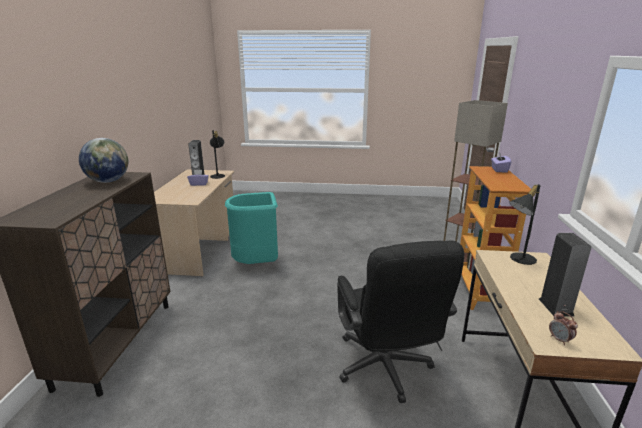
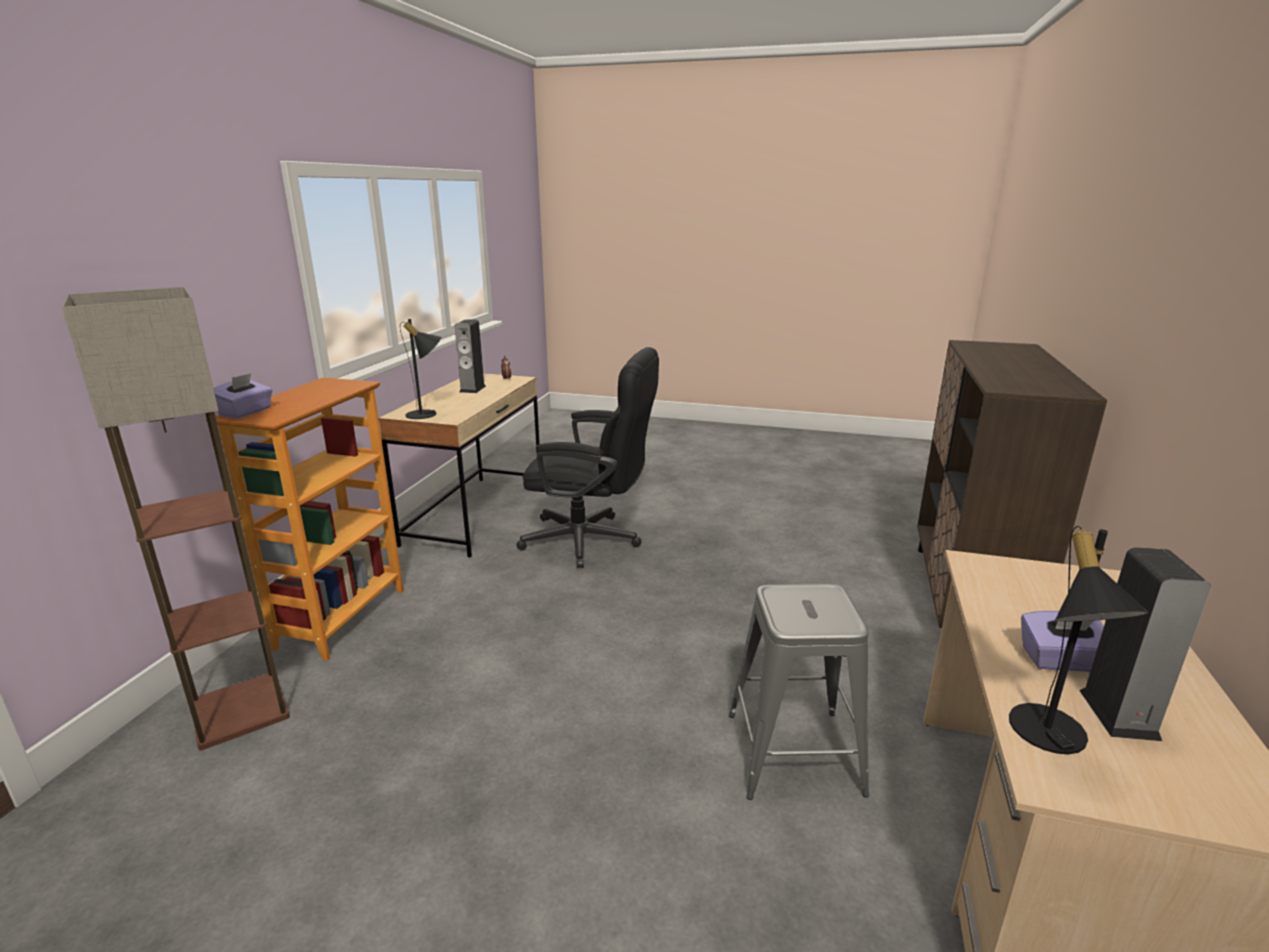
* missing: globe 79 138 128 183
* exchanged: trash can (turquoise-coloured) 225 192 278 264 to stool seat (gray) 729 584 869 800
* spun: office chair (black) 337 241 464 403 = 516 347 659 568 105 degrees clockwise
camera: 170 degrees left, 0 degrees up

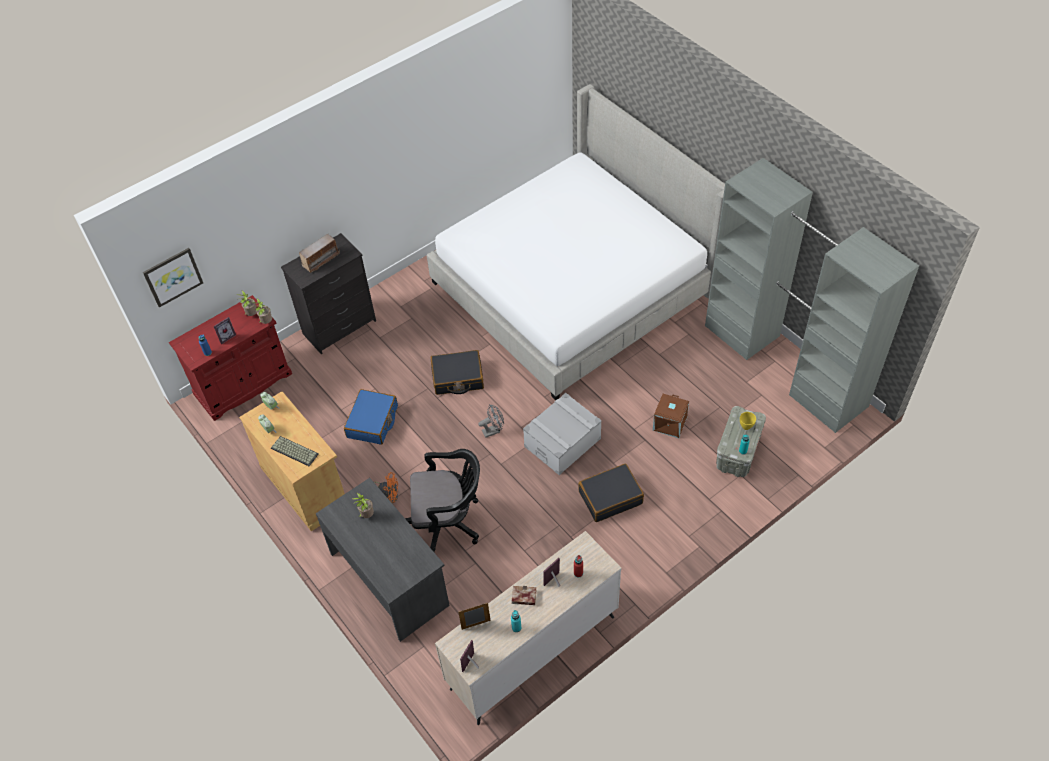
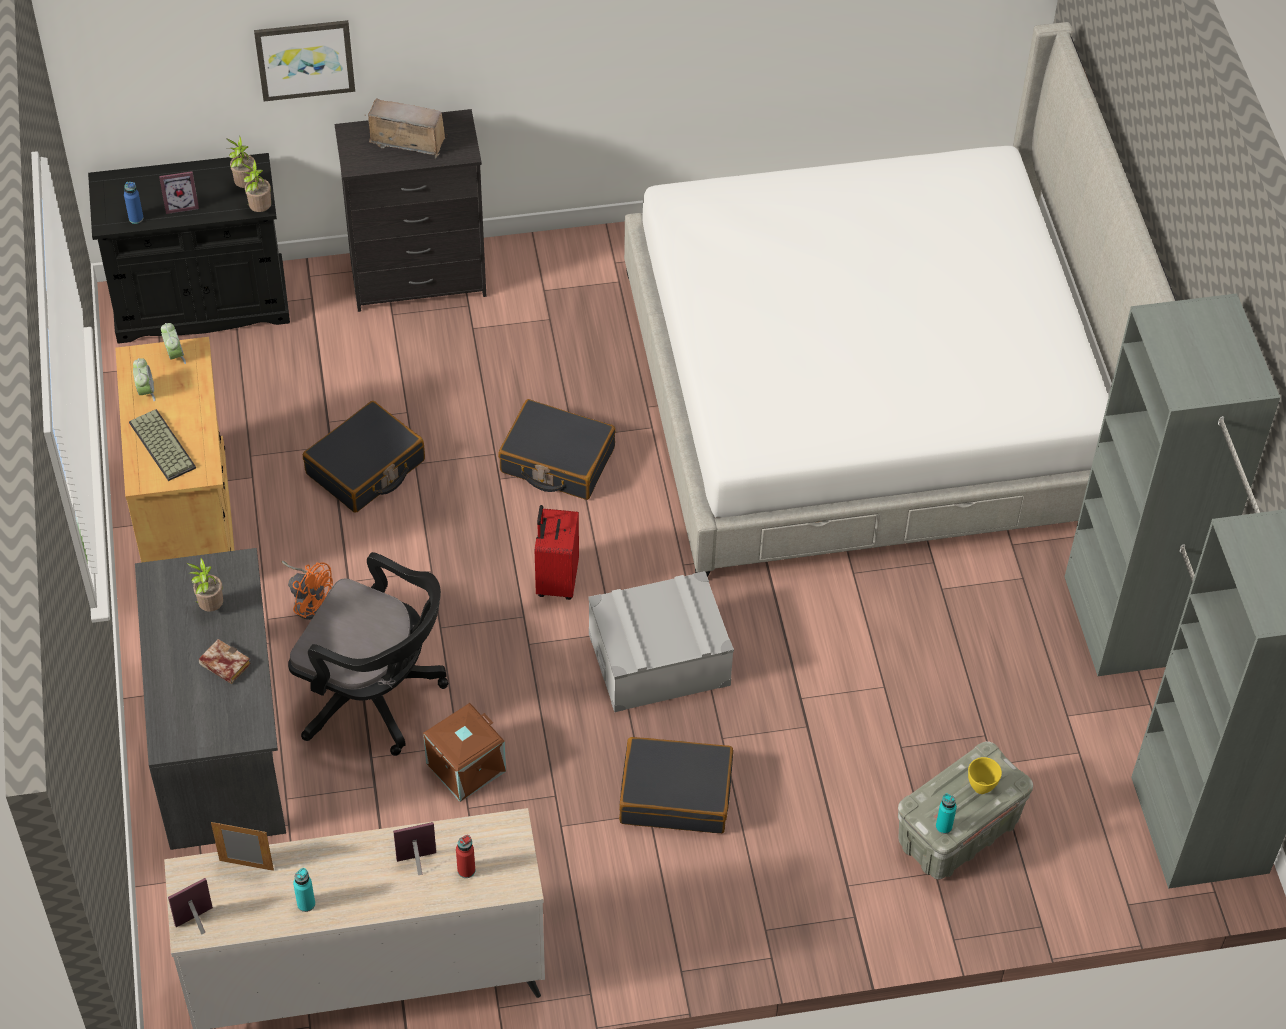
* spun: radio receiver 299 234 340 273 = 364 98 448 159 150 degrees counterclockwise
* relocated: picture 143 248 203 308 to 254 20 355 101
* colour: cupboard (reddish) 169 295 292 421 to cupboard (black) 88 153 290 344
* colour: piece of luggage (blue) 344 389 398 445 to piece of luggage (black) 303 401 425 513
* relocated: storage container (brown-coloured) 653 394 689 438 to 423 703 506 802
* exchanged: cooling fan (gray) 478 404 504 438 to piece of luggage (reddish) 535 505 579 600
* relocated: bound book 512 586 537 605 to 199 639 251 684
camera: 25 degrees right, 0 degrees up

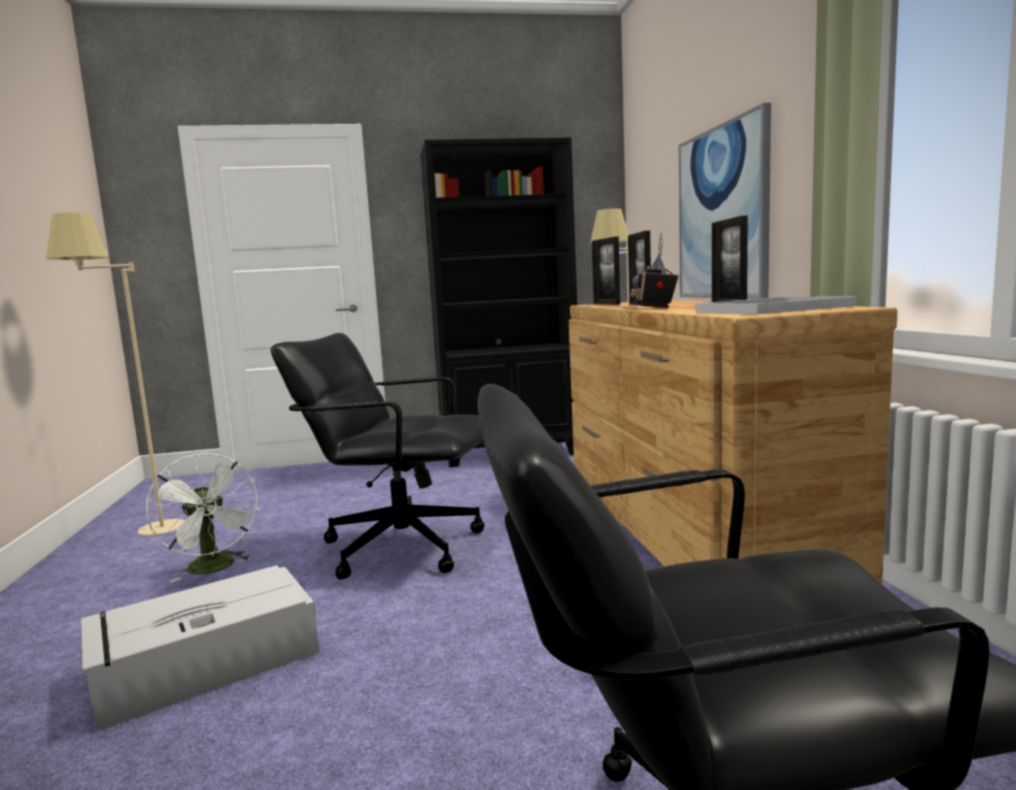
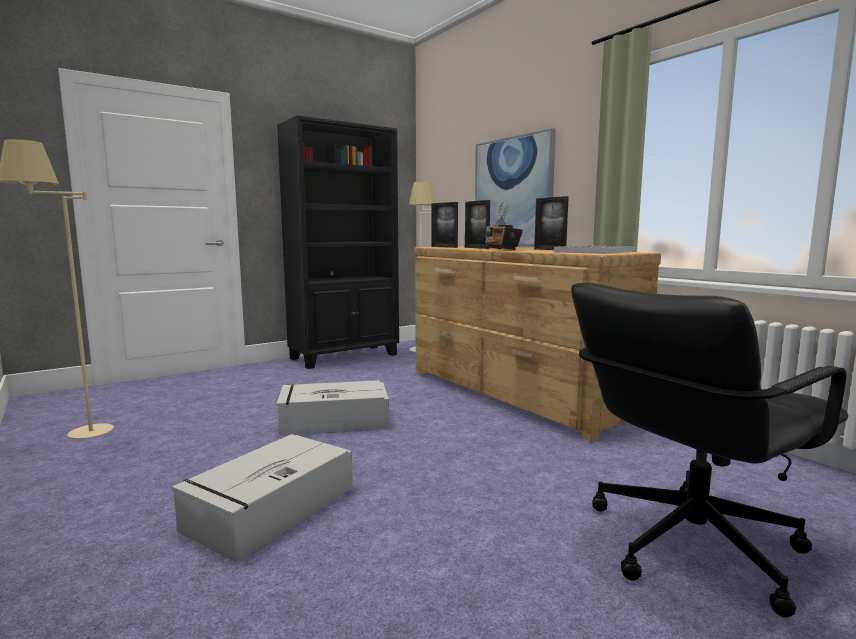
* exchanged: office chair (black) 271 333 485 580 to storage container (gray) 277 380 389 435
* missing: cooling fan (whitish) 146 453 259 582
camera: 25 degrees left, 0 degrees up

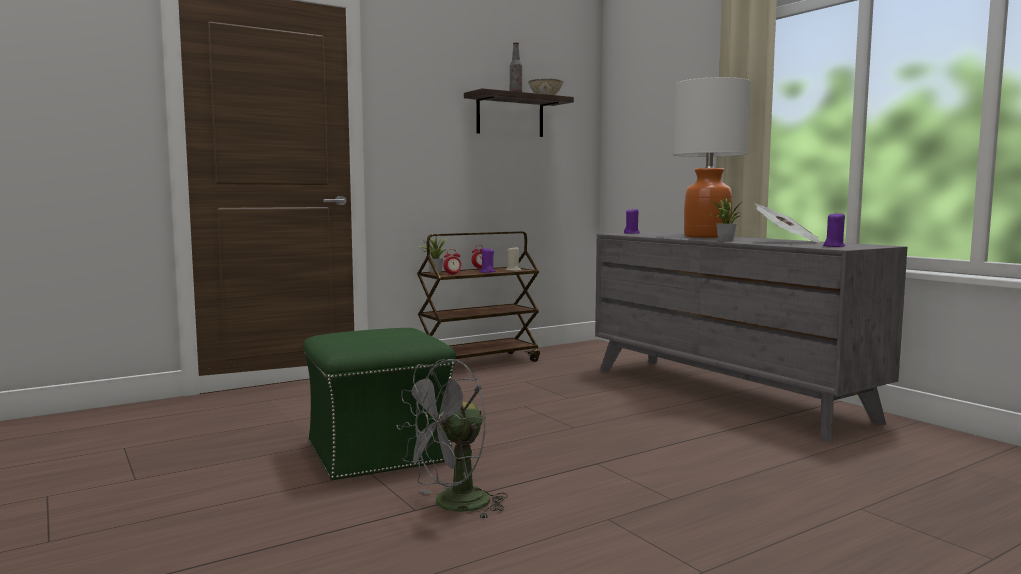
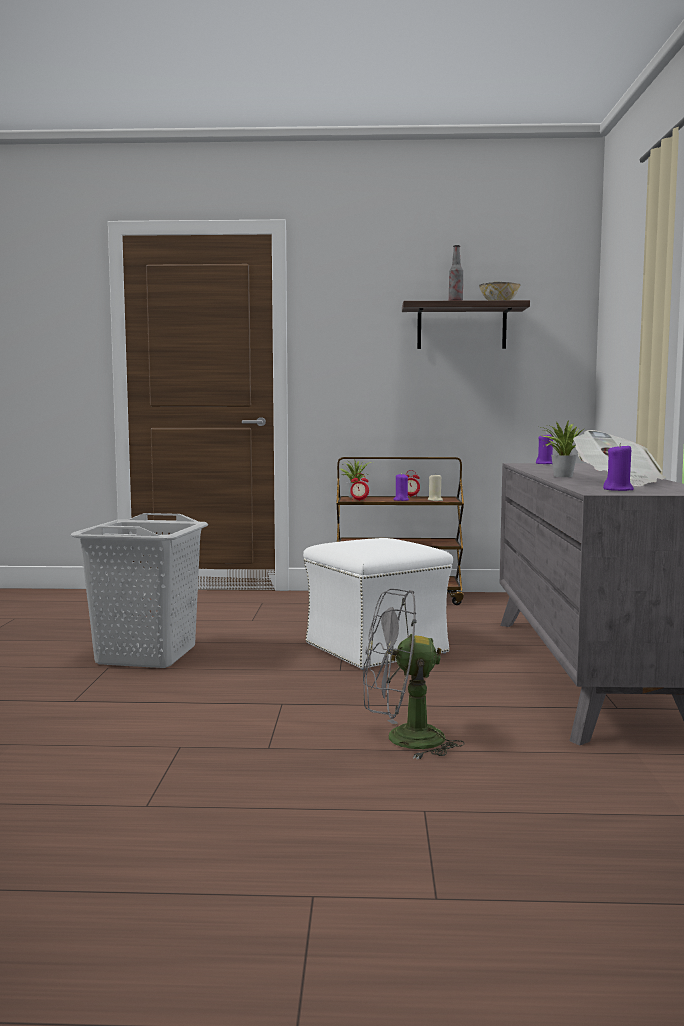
* missing: lamp for a table 673 77 751 238
* exchanged: pouffe (greenish) 303 328 456 481 to washing basket (gray) 71 513 208 668
* relocated: cooling fan (gray) 396 359 508 520 to 363 589 465 760
* appeared: pouffe (whitish) 303 538 453 670
camera: 35 degrees right, 0 degrees up

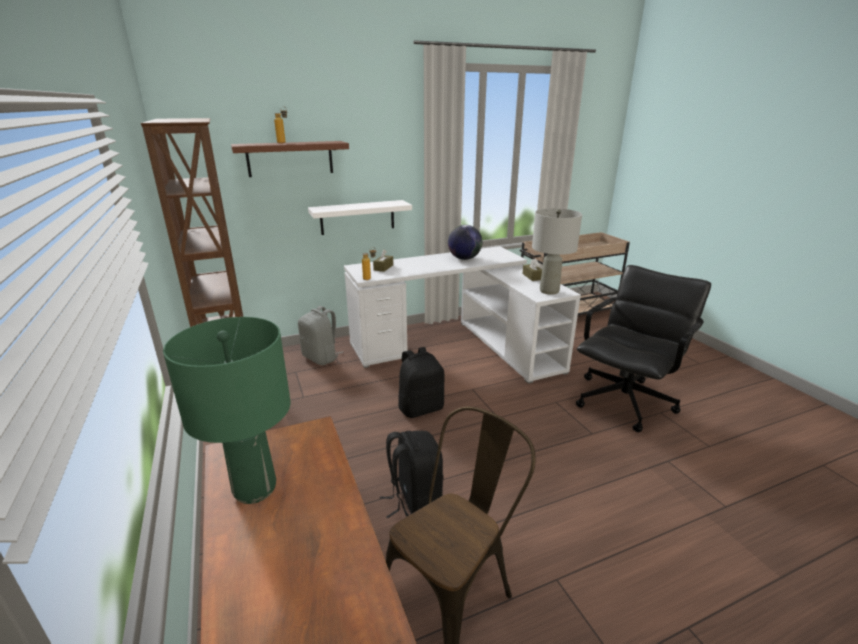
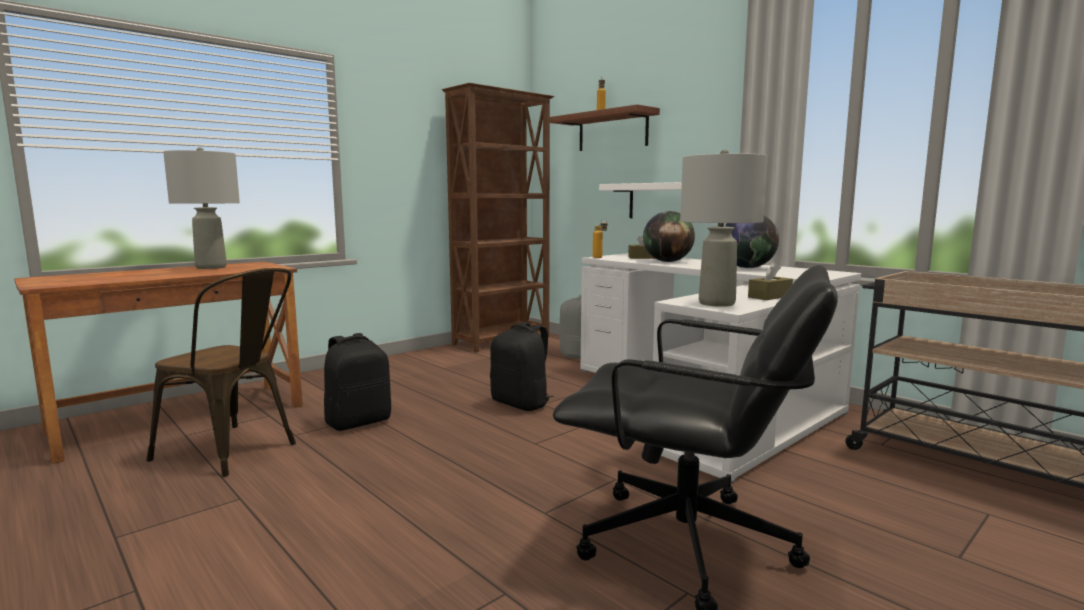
* colour: lamp for a table (greenish) 163 317 291 504 to lamp for a table (gray) 163 147 240 269
* appeared: globe 643 211 695 262
camera: 70 degrees right, 15 degrees down

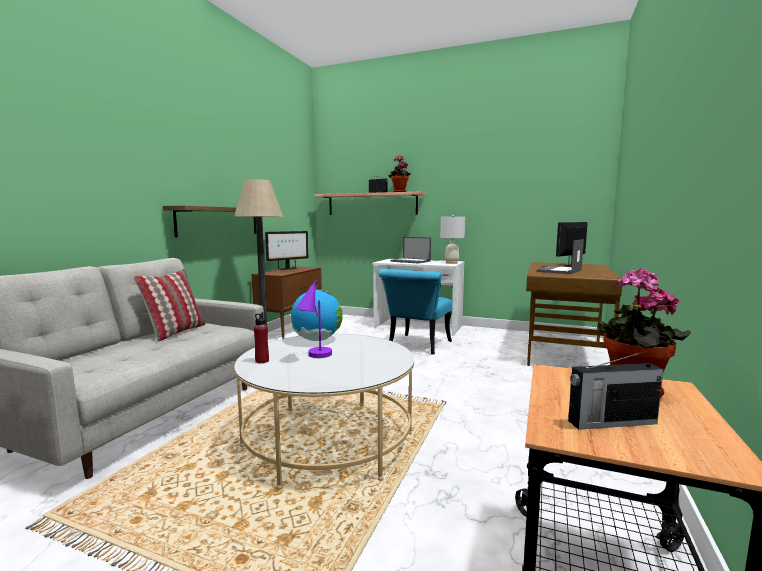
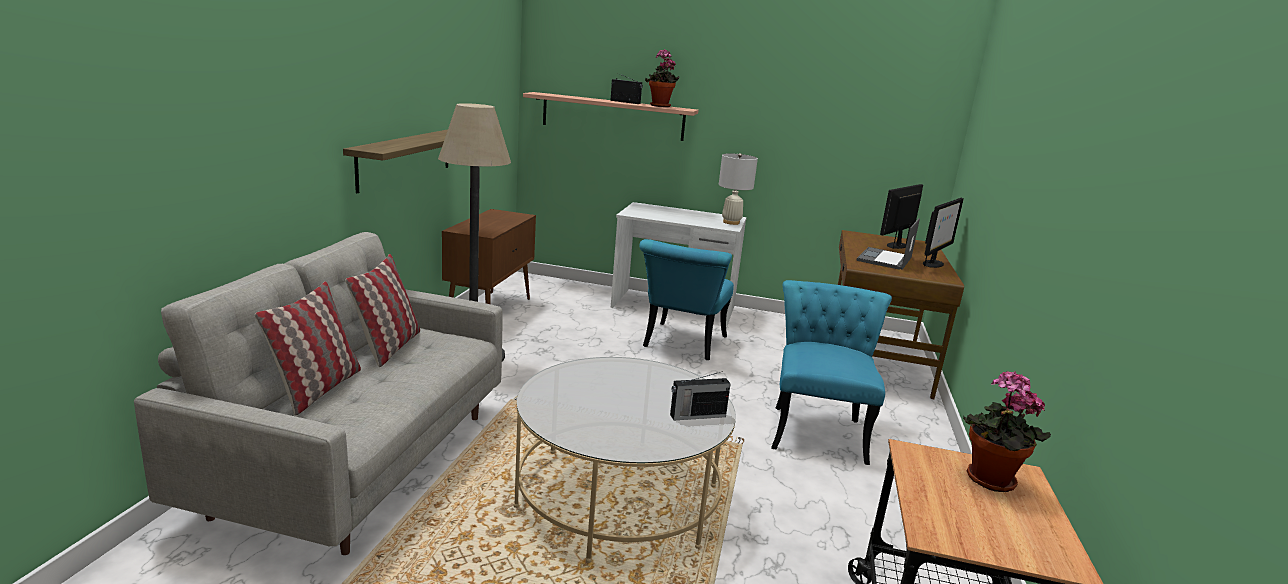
* relocated: monitor 265 231 309 270 to 923 198 964 268
* missing: notebook computer 390 237 431 264
* missing: lamp for a table (purple-coloured) 295 281 332 358
* missing: globe 291 290 343 341
* missing: drink bottle (reddish) 254 312 269 363
* relocated: radio receiver 568 351 663 430 to 670 371 731 420
* appeared: chair (turquoise-coloured) 771 280 892 465
* appeared: throw pillow 255 281 361 415
camera: 10 degrees left, 10 degrees up

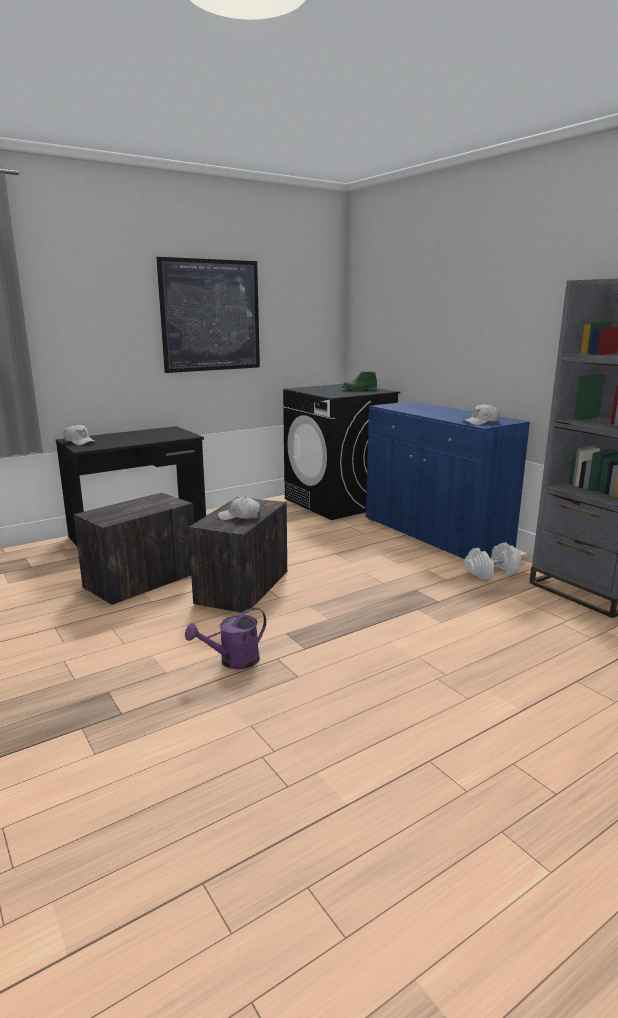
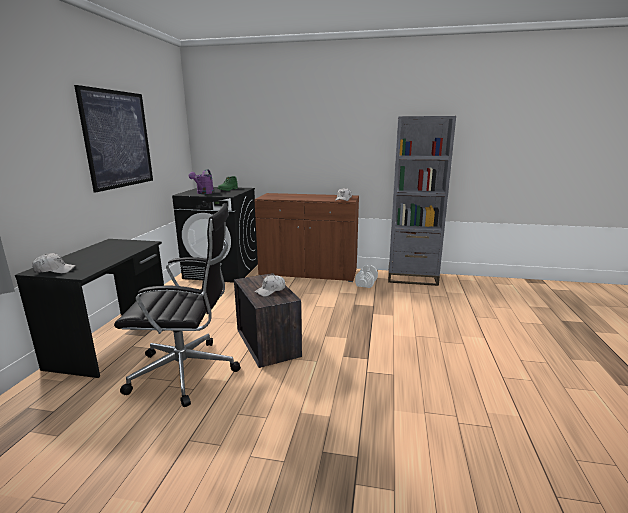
* colour: cupboard (blue) 366 401 530 559 to cupboard (brown-coloured) 254 193 359 282
* exchanged: crate 74 493 194 605 to office chair (black) 114 203 241 407
* relocated: sprinkling can (purple-coloured) 185 607 266 669 to 189 169 214 194
camera: 45 degrees left, 0 degrees up

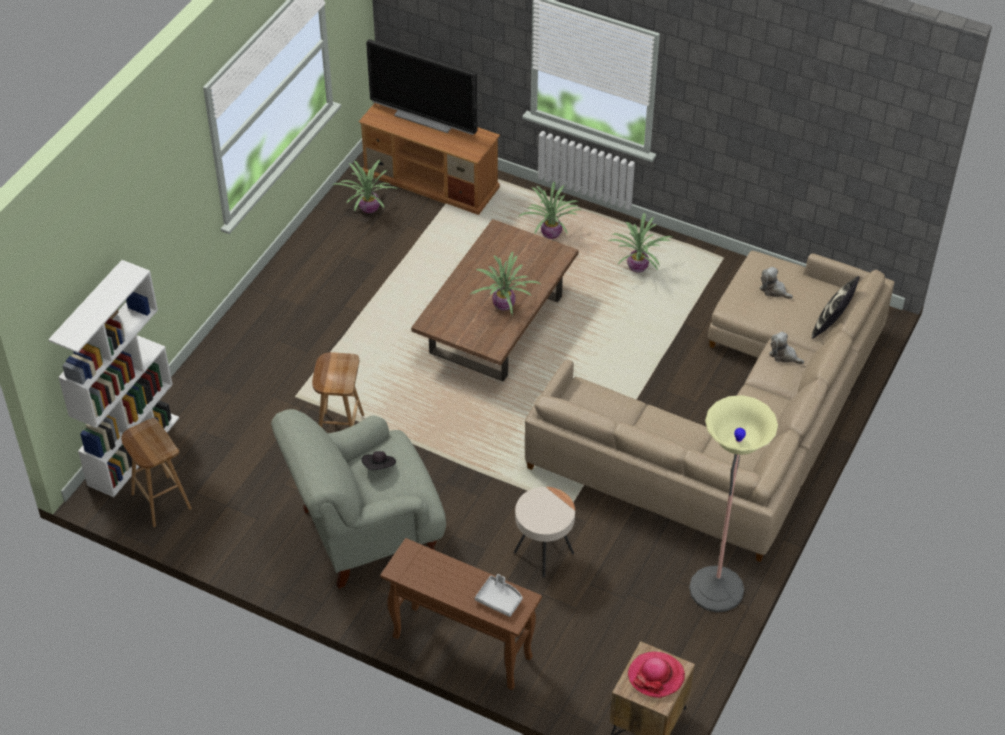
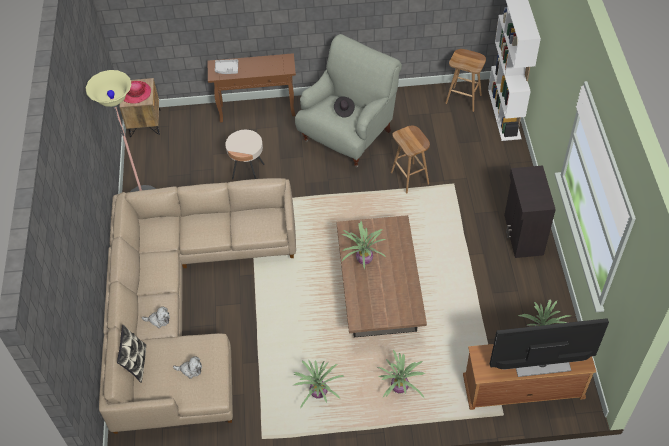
* appeared: cupboard (black) 504 165 556 258
camera: 150 degrees right, 5 degrees up

